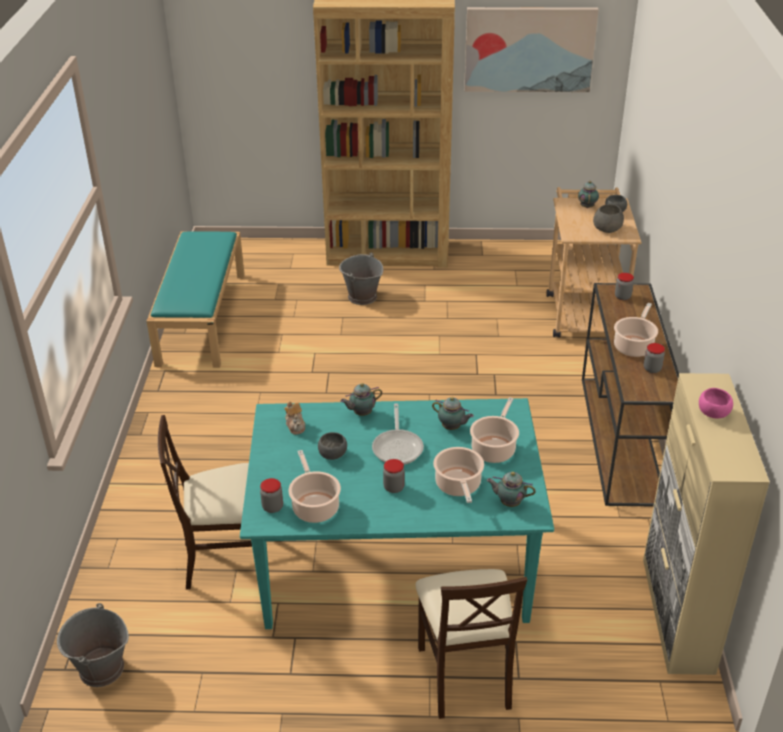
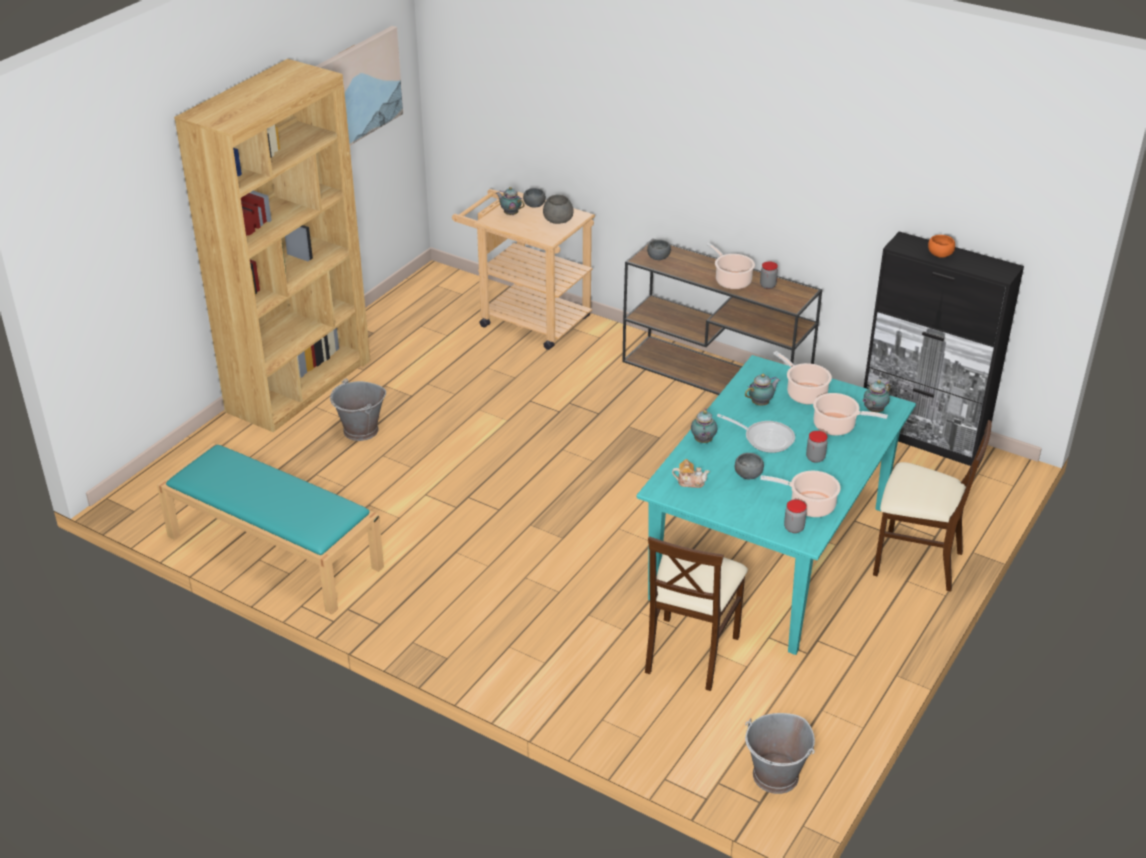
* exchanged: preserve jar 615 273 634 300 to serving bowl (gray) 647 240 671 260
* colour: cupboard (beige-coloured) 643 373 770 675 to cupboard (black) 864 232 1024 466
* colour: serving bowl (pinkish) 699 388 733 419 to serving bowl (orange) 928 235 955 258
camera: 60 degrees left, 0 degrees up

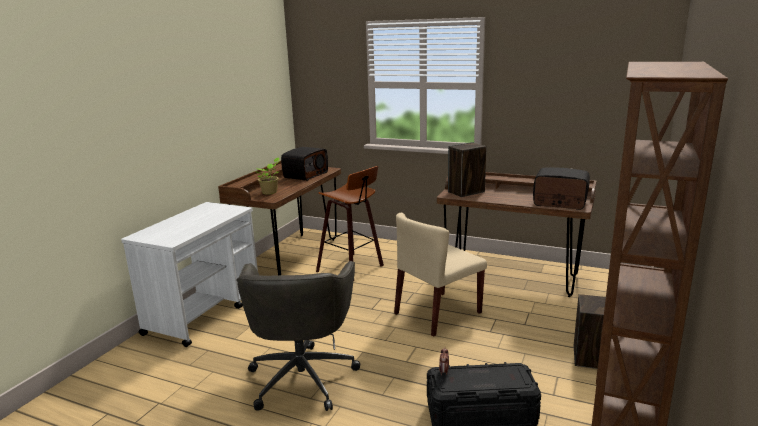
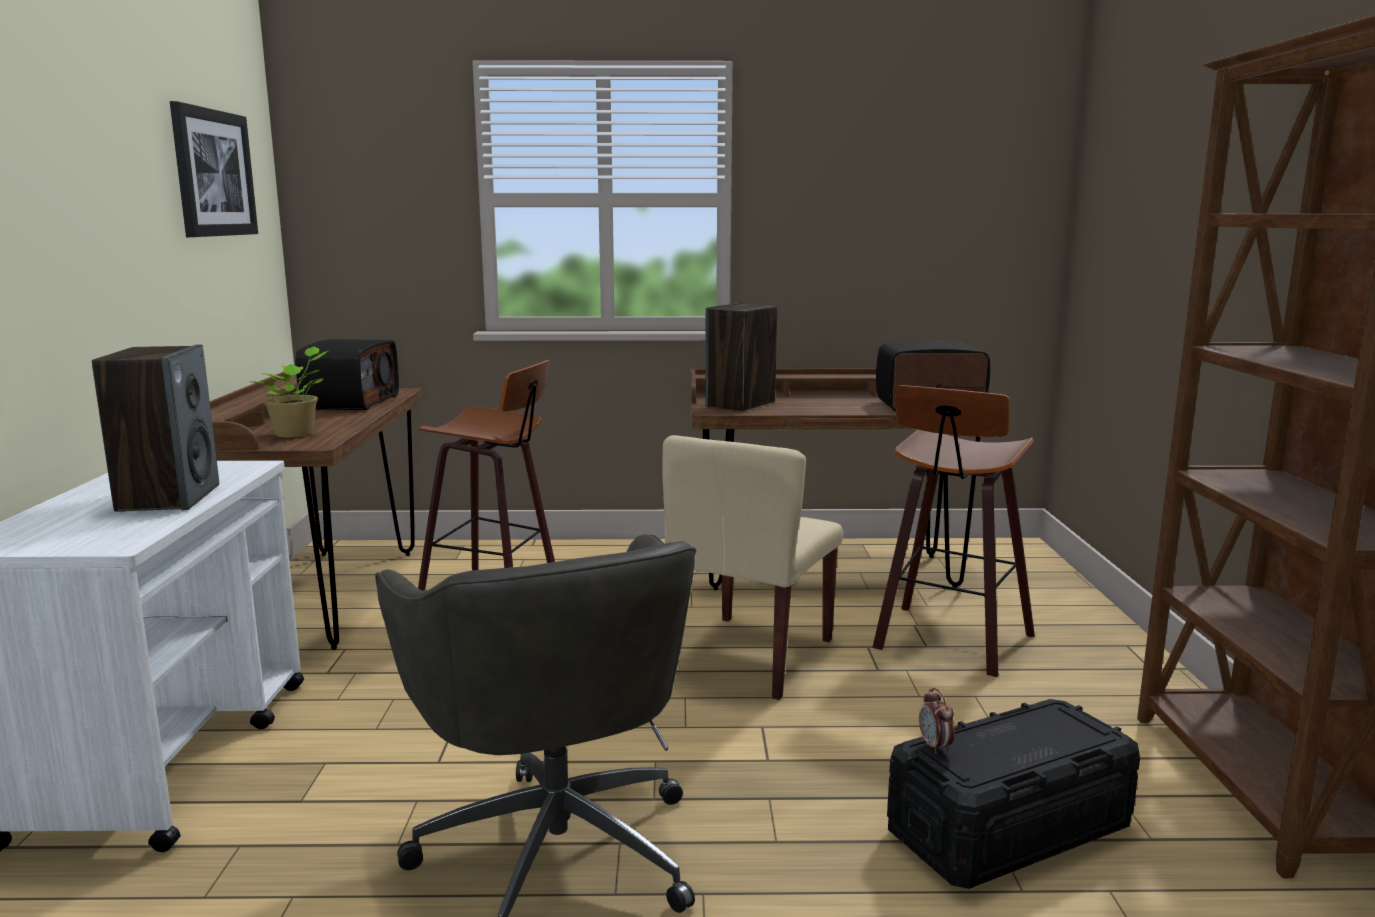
* relocated: loudspeaker 574 294 606 369 to 92 345 219 512
* appeared: picture 170 101 258 237
* appeared: stool seat 872 385 1035 677
camera: 25 degrees left, 5 degrees down

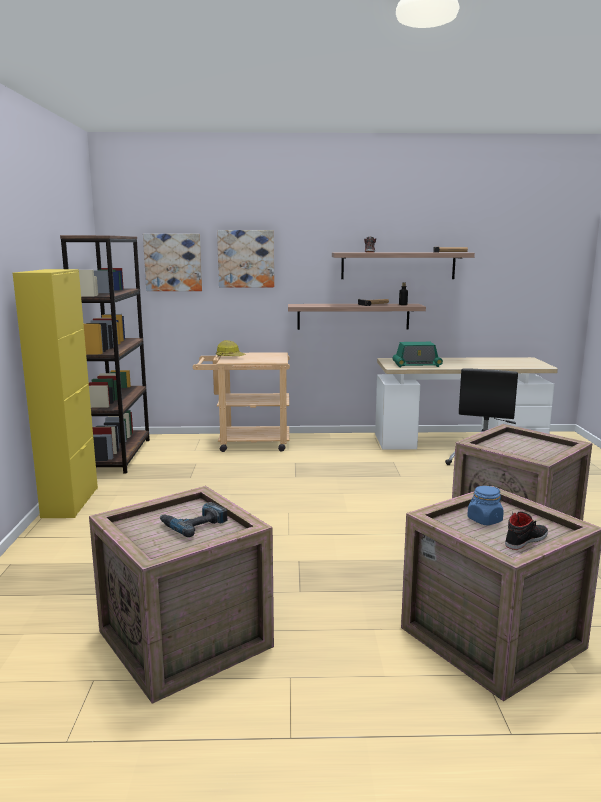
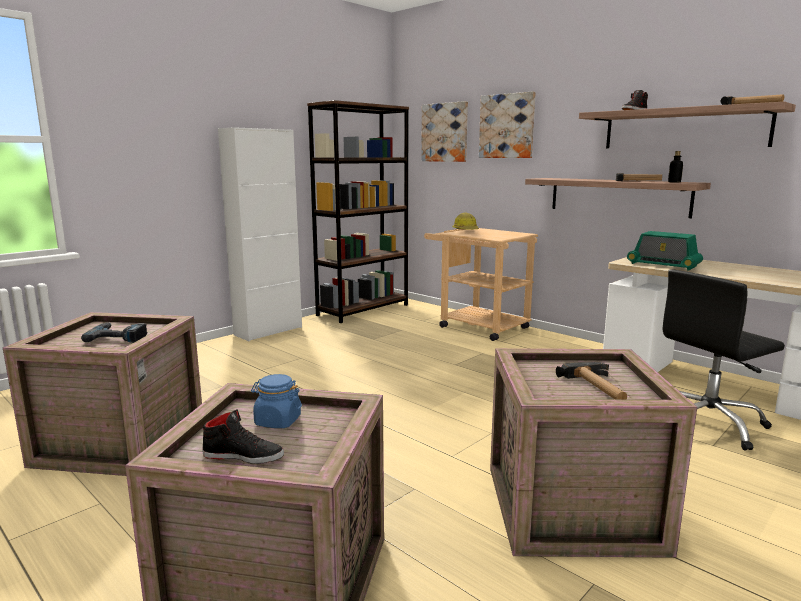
* colour: cupboard (yellow) 13 269 98 518 to cupboard (whitish) 218 127 302 341
* appeared: hand hammer 556 362 627 399
camera: 45 degrees right, 0 degrees up

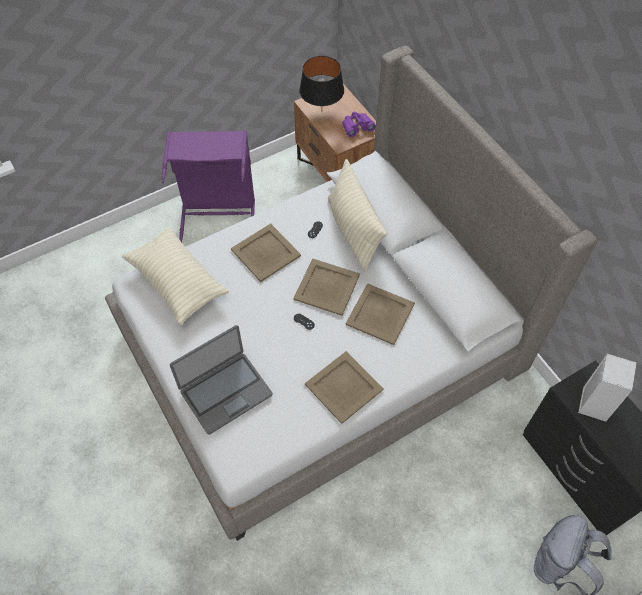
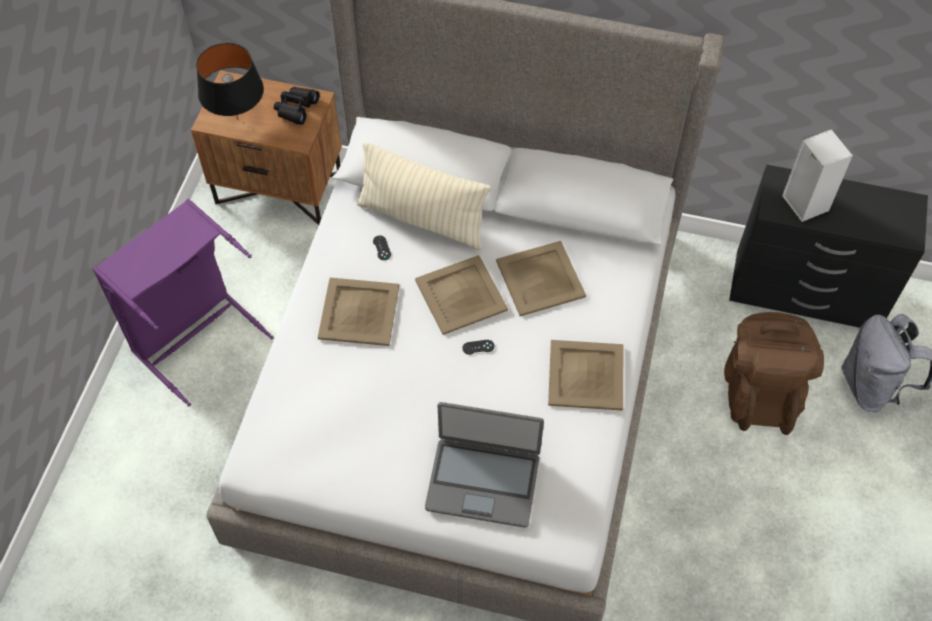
* colour: pair of binoculars (purple-coloured) 342 112 376 137 to pair of binoculars (black) 274 87 320 125
* missing: throw pillow (beige-coloured) 122 227 229 325
* spun: notebook computer 170 325 272 435 = 425 402 544 528 90 degrees clockwise
* appeared: backpack (brown-coloured) 724 312 824 435
camera: 45 degrees left, 0 degrees up

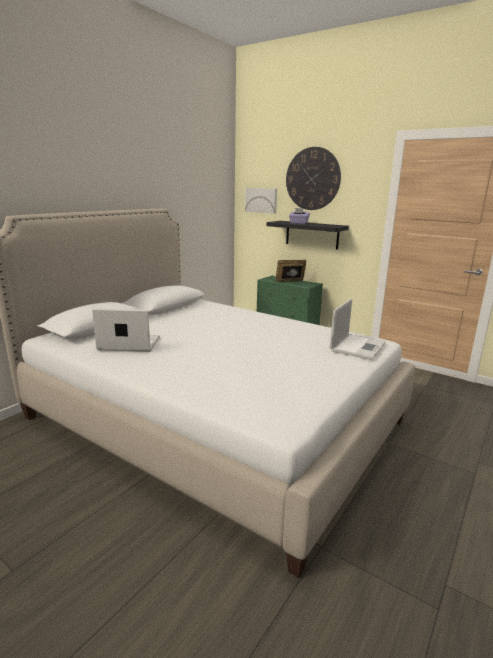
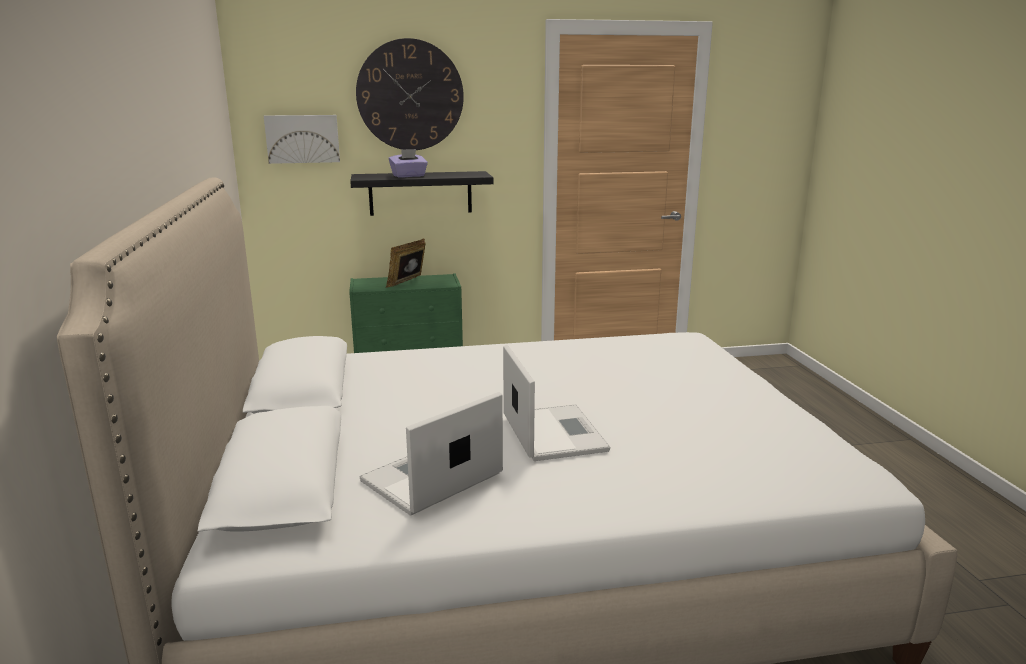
* relocated: notebook computer 330 299 386 360 to 503 345 610 461
camera: 45 degrees left, 0 degrees up

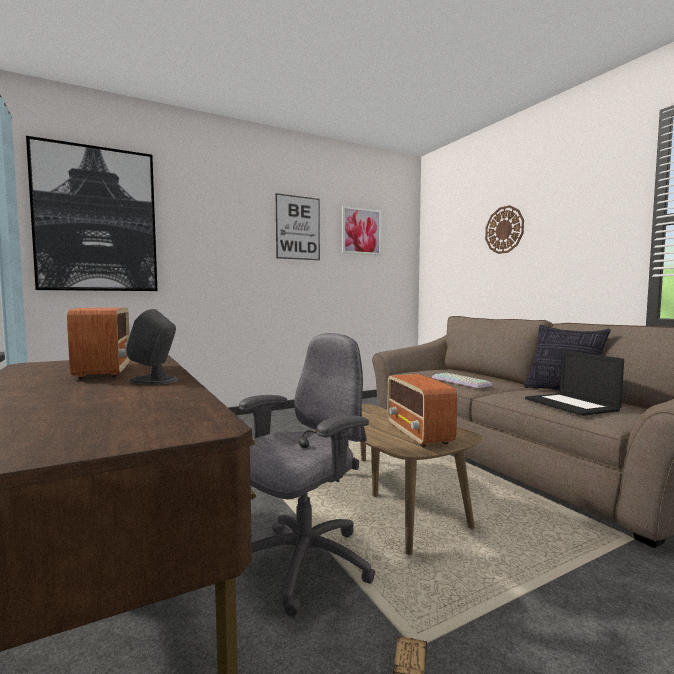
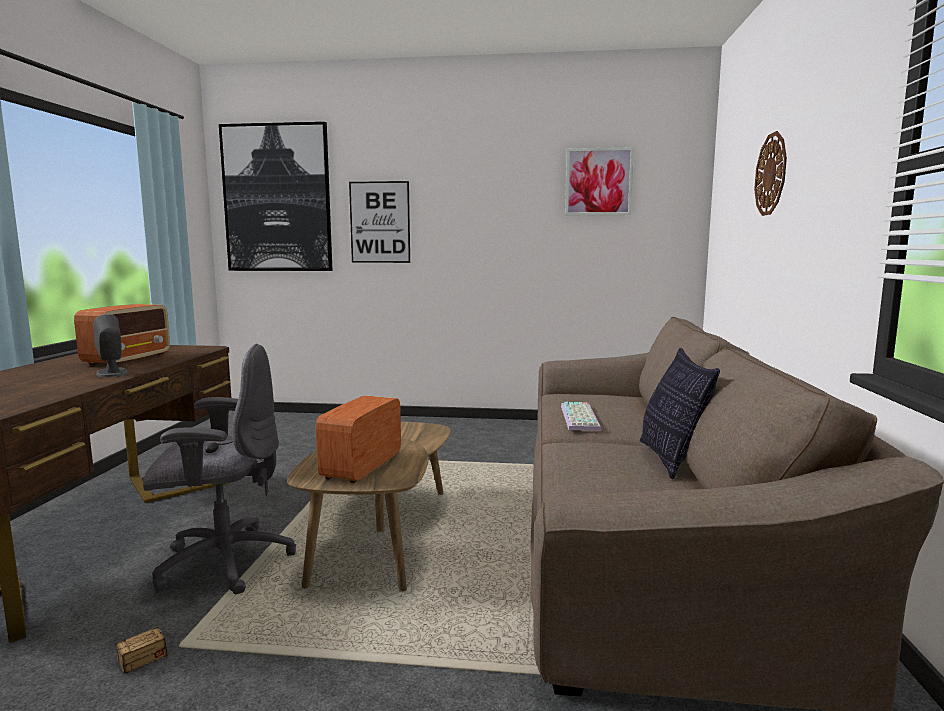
* relocated: picture 276 193 320 260 to 349 181 410 263
* missing: notebook computer 525 350 624 416
camera: 35 degrees right, 5 degrees up

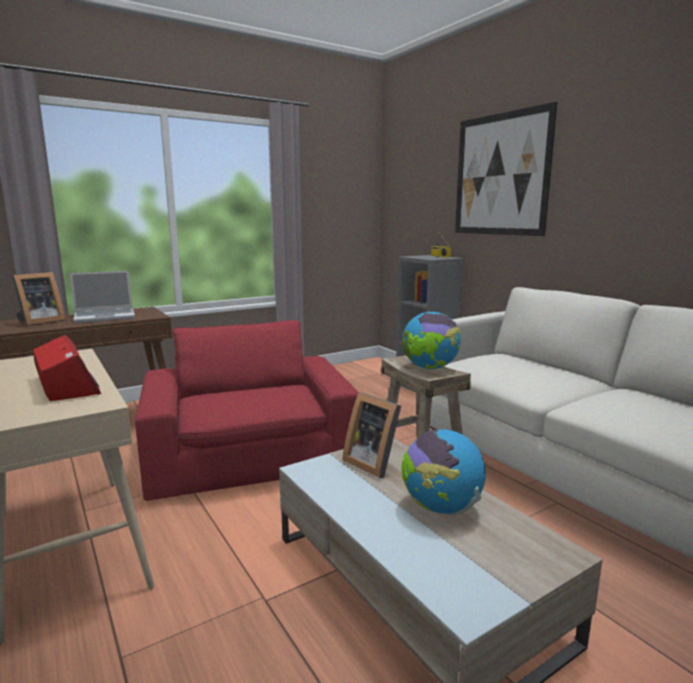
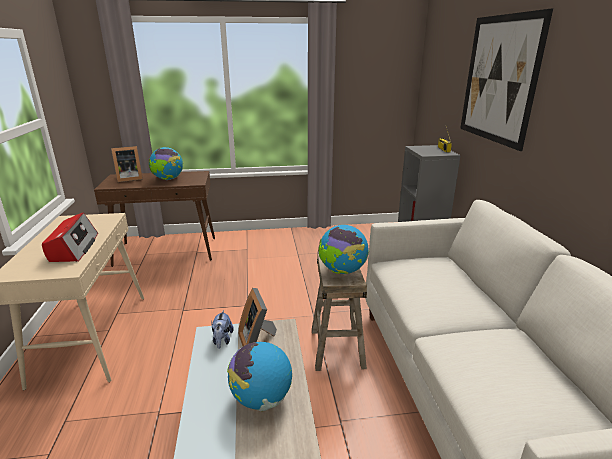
* exchanged: notebook computer 70 271 135 323 to globe 149 147 183 180
* missing: lounge chair (reddish) 135 320 359 501
* appeared: plush toy 211 310 234 349
camera: 25 degrees right, 10 degrees up

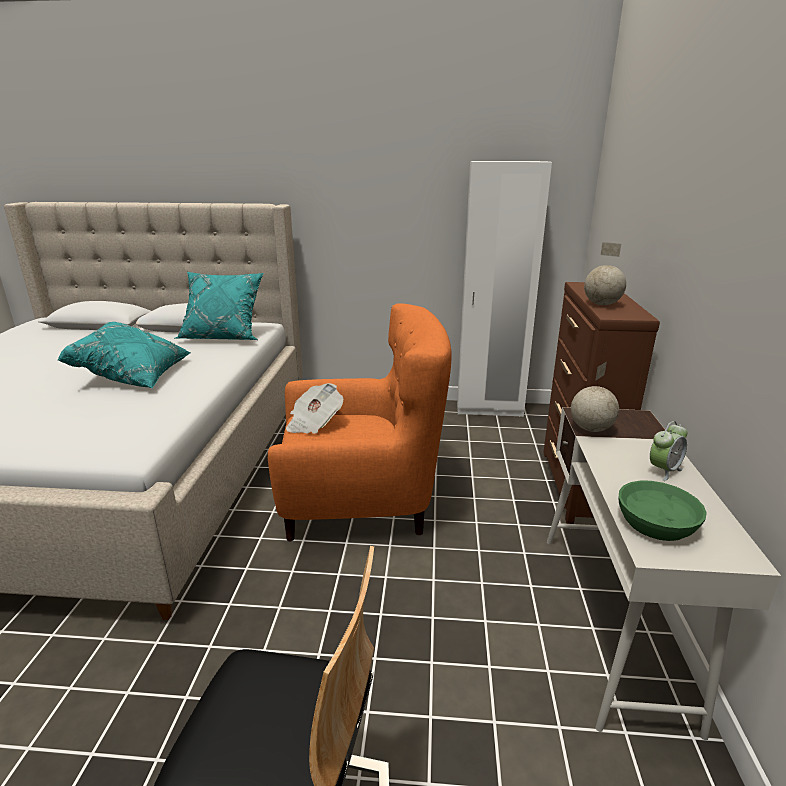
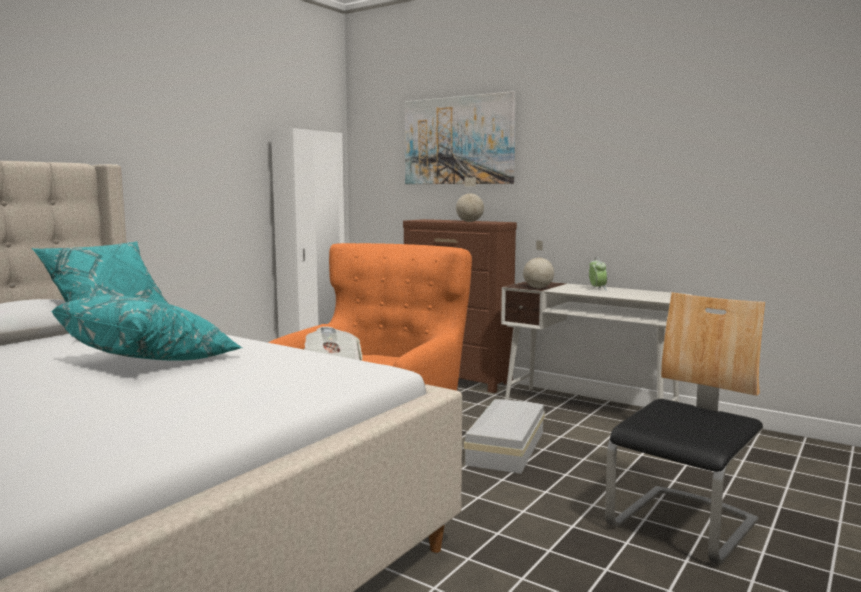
* missing: serving bowl (greenish) 619 481 707 541
* appeared: picture 405 91 516 184
* appeared: storage container (whitish) 464 399 545 474
camera: 60 degrees left, 15 degrees down

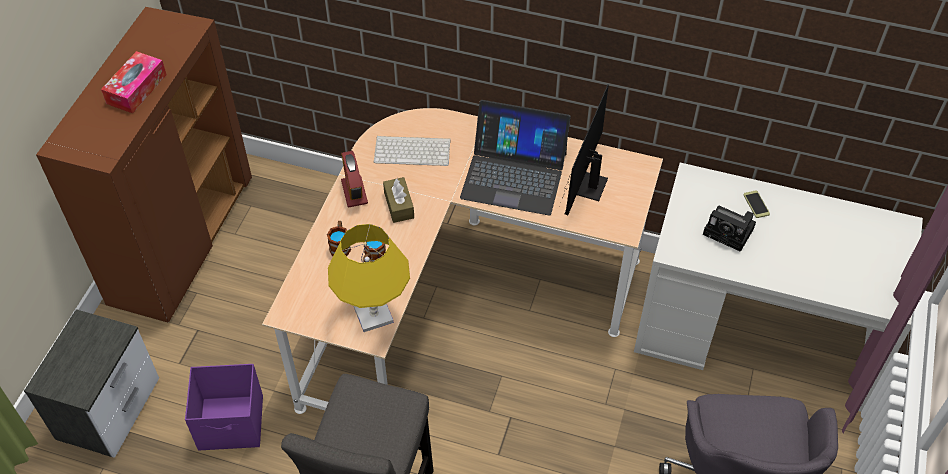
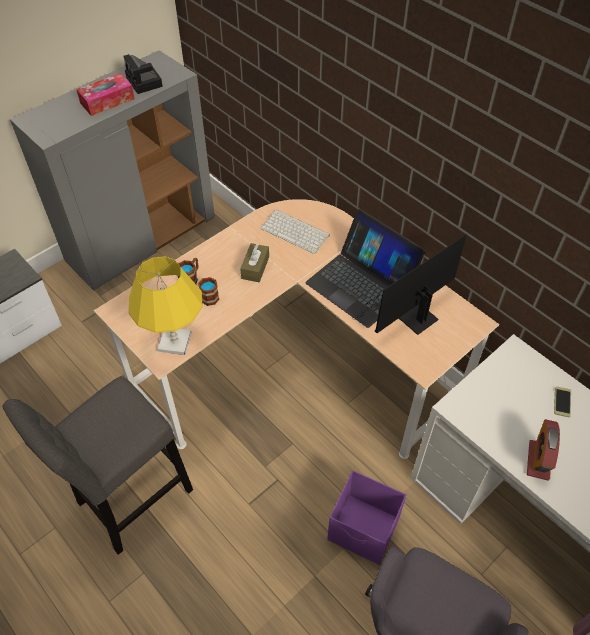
* colour: cupboard (brown-coloured) 36 7 252 323 to cupboard (gray) 10 50 215 291
* relocated: bedside clock 341 151 368 207 to 527 419 560 481
* relocated: still camera 703 205 756 252 to 124 54 163 94
* relocated: storage container (purple-coloured) 185 364 263 451 to 327 470 406 565
camera: 30 degrees right, 0 degrees up

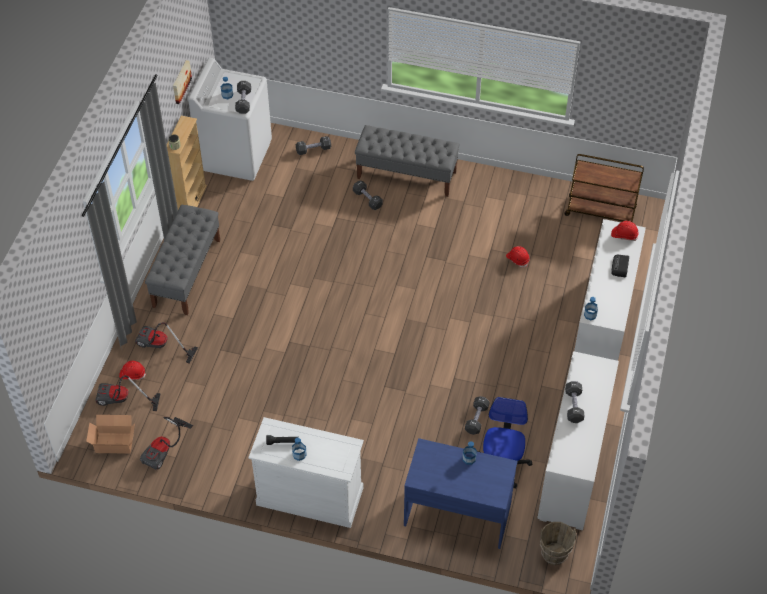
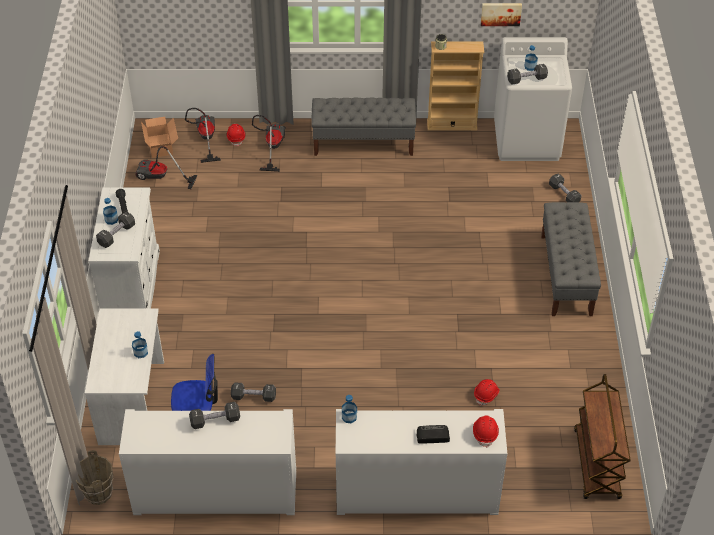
* relocated: hand weight (black) 353 180 383 210 to 96 212 135 248
* colour: desk (blue) 404 438 518 549 to desk (whitish) 85 309 164 445
camera: 75 degrees right, 5 degrees down

